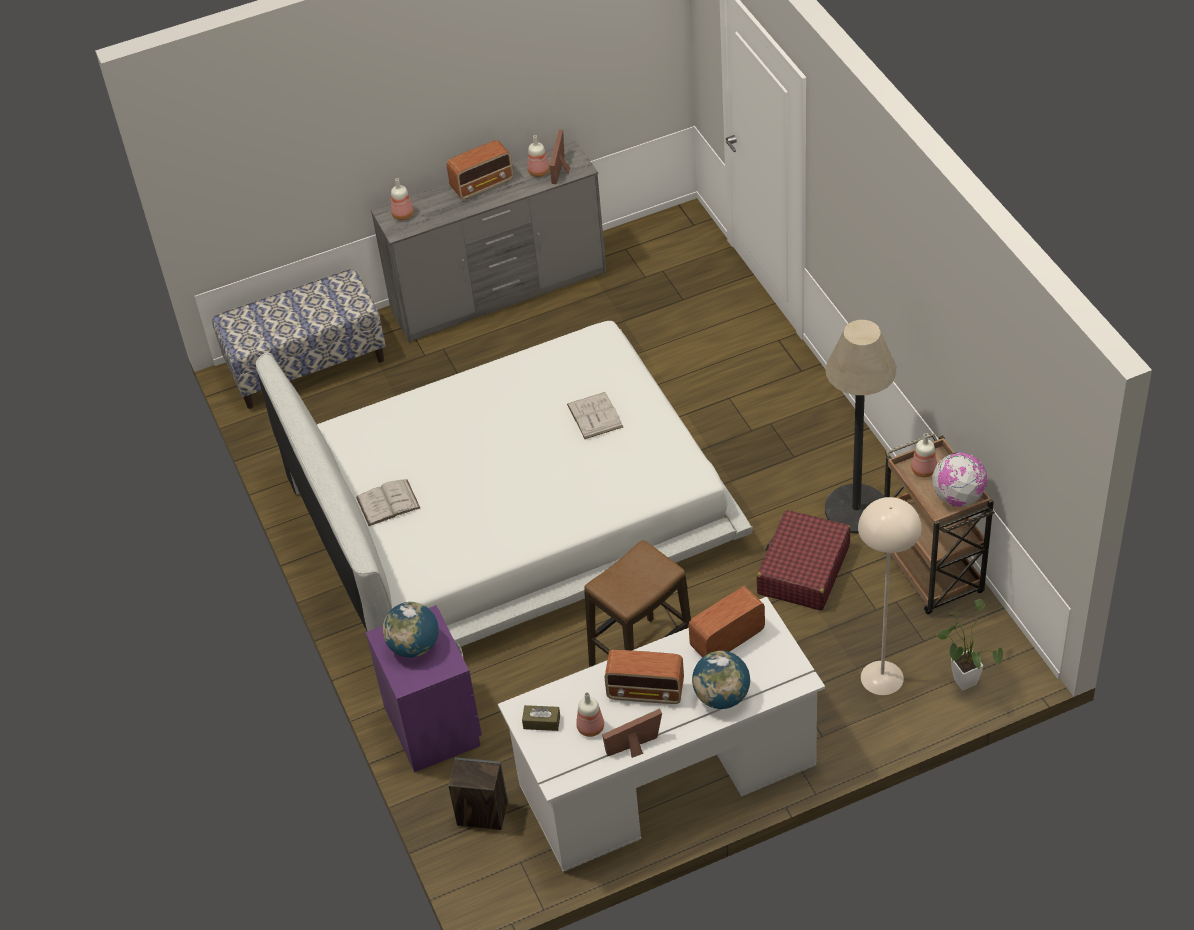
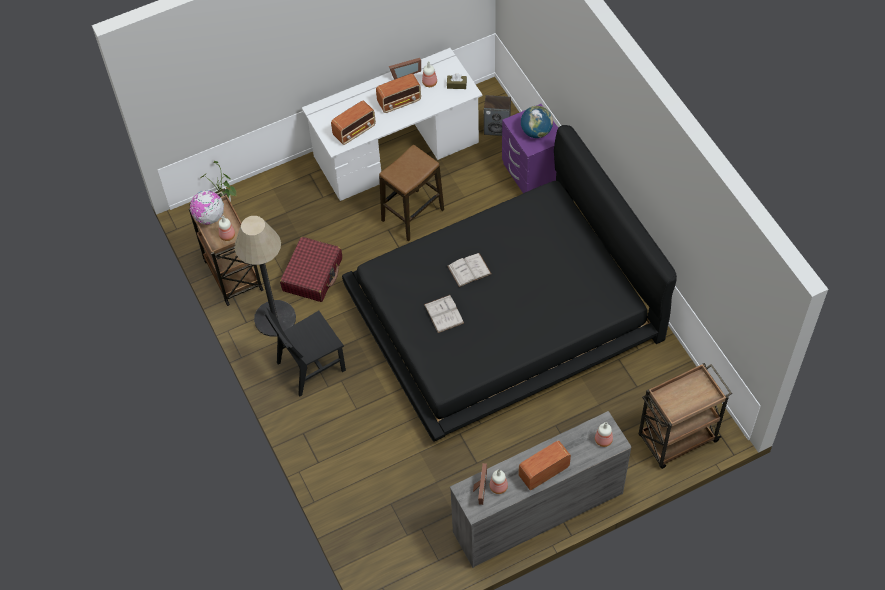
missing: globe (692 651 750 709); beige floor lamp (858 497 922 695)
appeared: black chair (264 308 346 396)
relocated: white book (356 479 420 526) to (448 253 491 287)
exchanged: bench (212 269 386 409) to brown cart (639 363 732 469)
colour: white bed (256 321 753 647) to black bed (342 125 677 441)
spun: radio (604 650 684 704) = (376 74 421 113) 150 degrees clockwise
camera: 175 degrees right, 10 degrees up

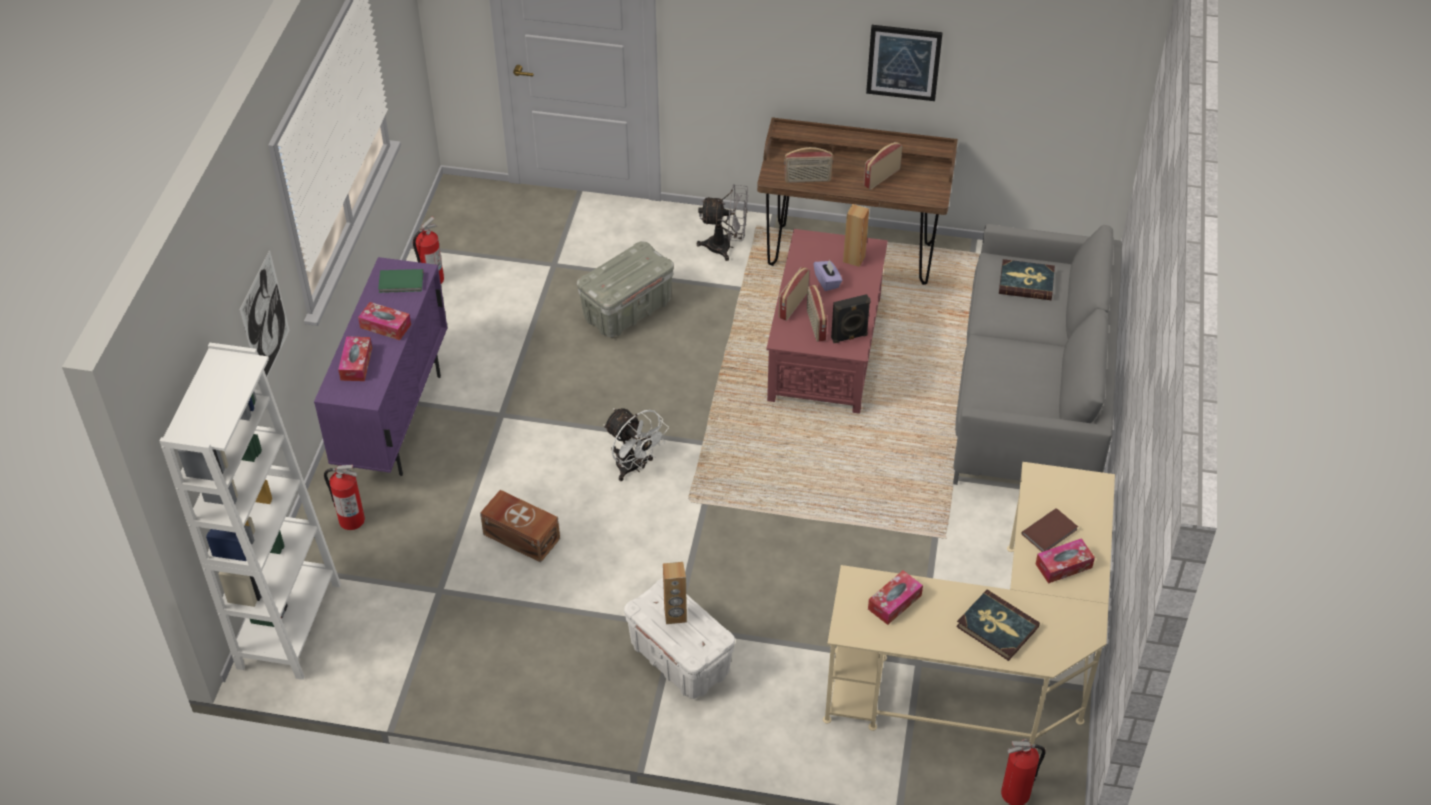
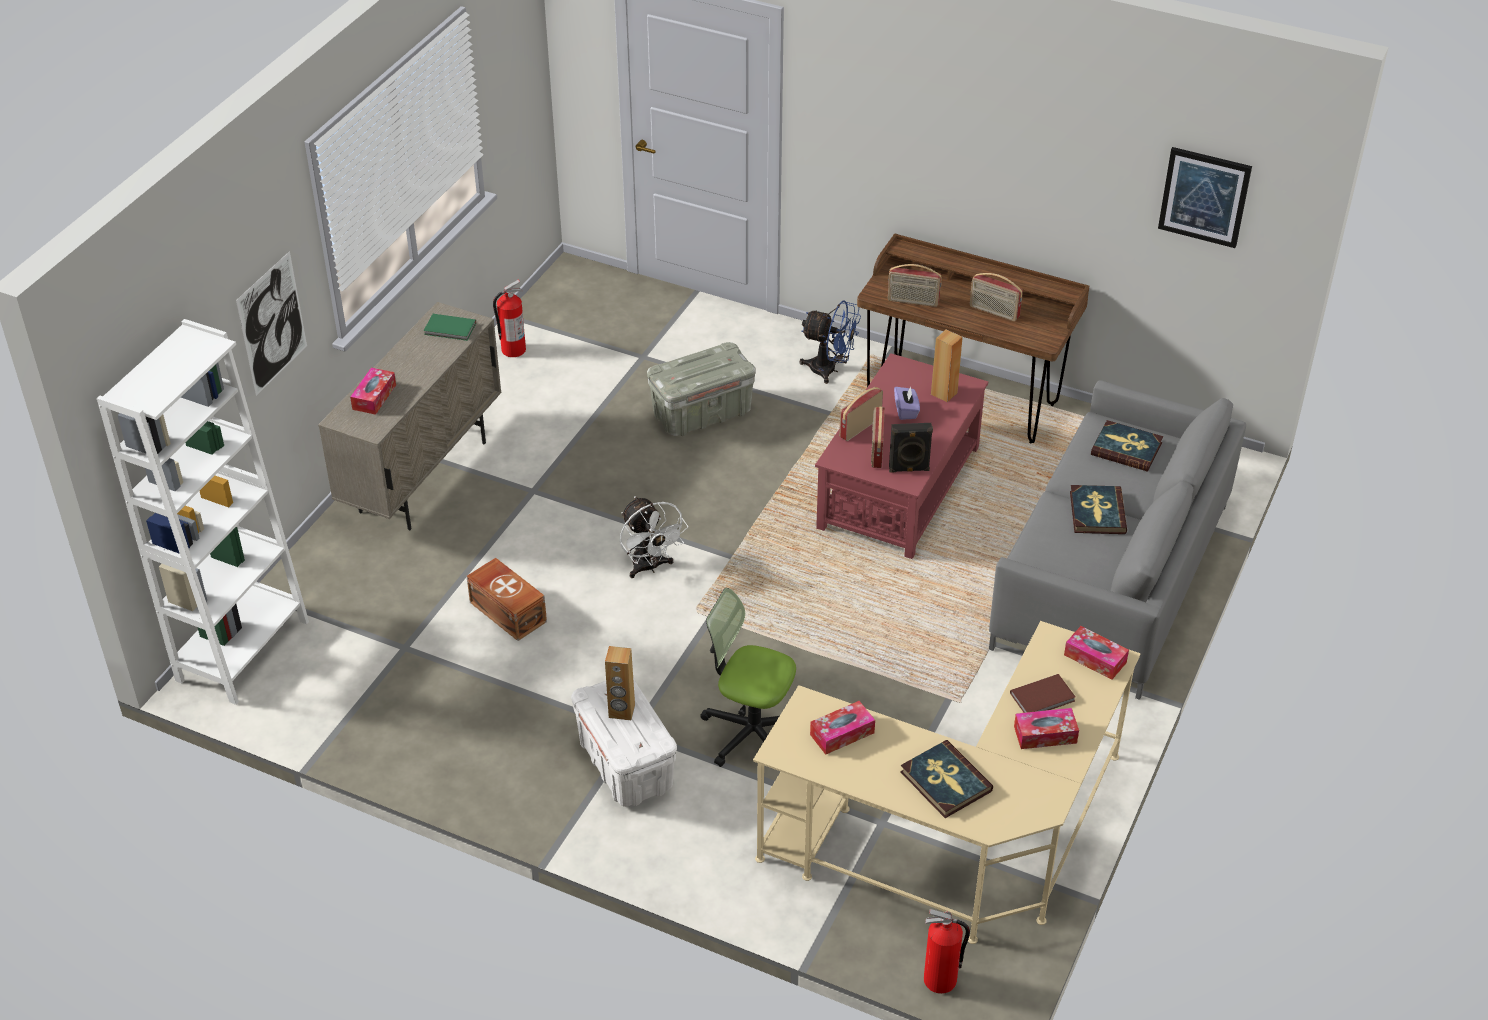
missing: fire extinguisher (324 465 365 530)
appeared: office chair (700 588 796 767); book (1070 485 1127 534)
relocated: tissue box (358 302 411 340) to (1064 626 1129 680); picture (866 25 943 101) to (1158 147 1252 248)
colour: purple cabinet (314 257 447 476) to beige cabinet (318 302 501 530); grey fan (697 184 748 261) to blue fan (799 300 861 384)
spun: radio (863 142 902 190) = (970 273 1023 321) 120 degrees counterclockwise
camera: 15 degrees right, 5 degrees down

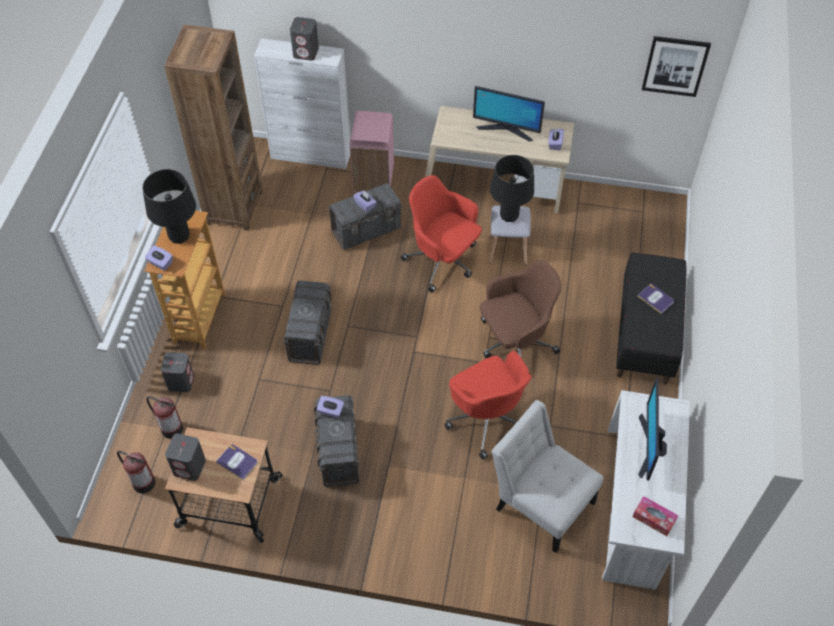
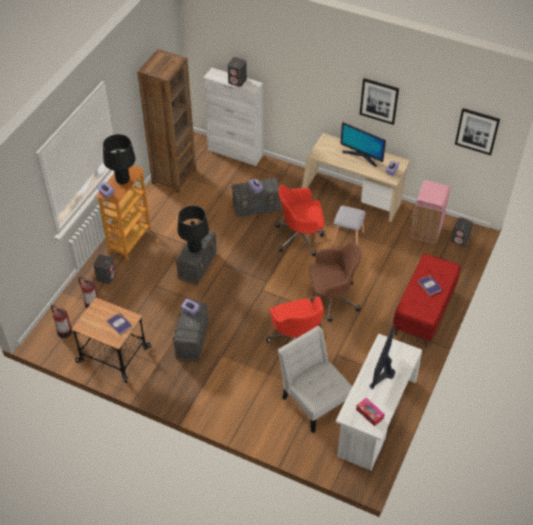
appeared: picture (360 78 399 125)
relocated: black table lamp (490 155 534 222) to (178 205 209 253); pink trash can (350 111 394 193) to (410 180 450 244); grey speaker (165 433 206 481) to (451 217 473 246)
colour: black bench (616 253 687 385) to red bench (393 253 461 347)
spun: red office chair (400 175 482 293) = (276 184 325 256) 60 degrees counterclockwise
camera: 15 degrees right, 5 degrees down

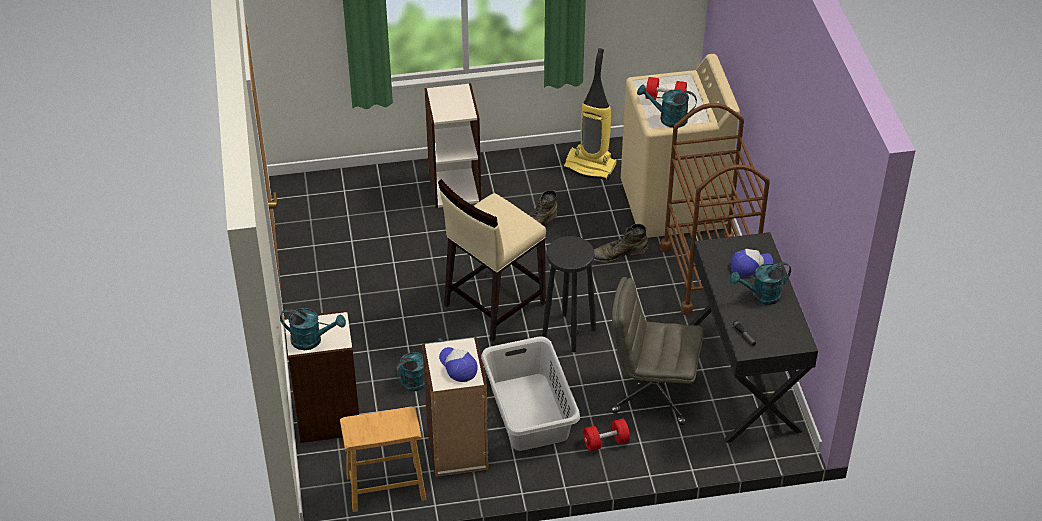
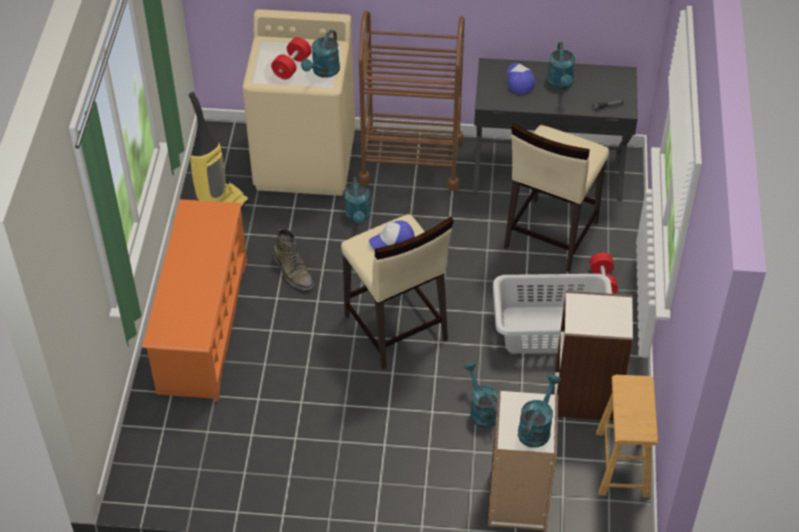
missing: black stool (542 236 596 352)
relocated: cap (439 347 478 382) to (369 220 415 250)
exchanged: bookcase (424 83 481 208) to orange shoe rack (142 199 247 402); green boot (594 224 648 263) to turquoise watering can (344 177 371 223); grey office chair (611 277 703 425) to beige stool (504 123 609 272)
camera: 75 degrees left, 5 degrees up

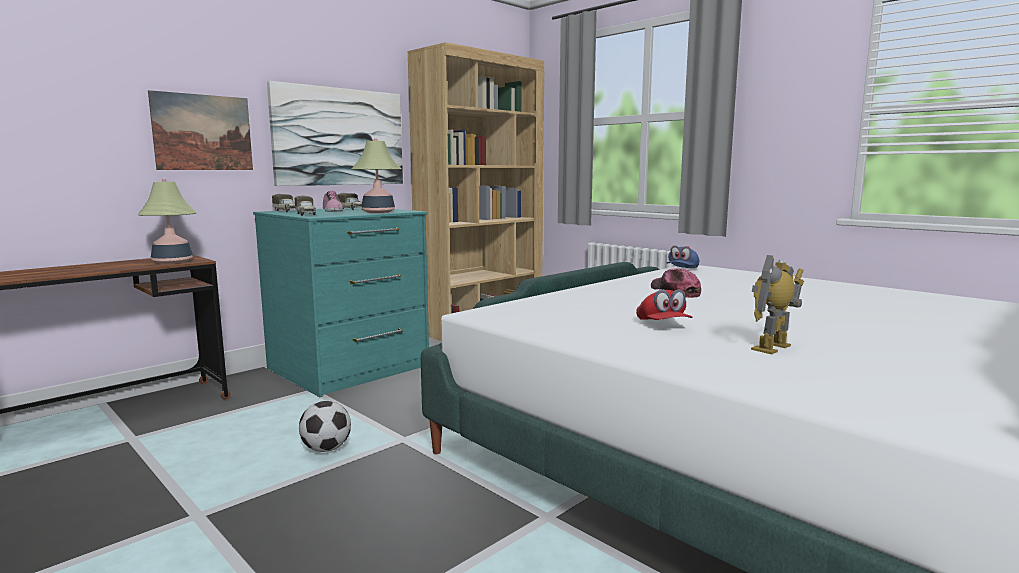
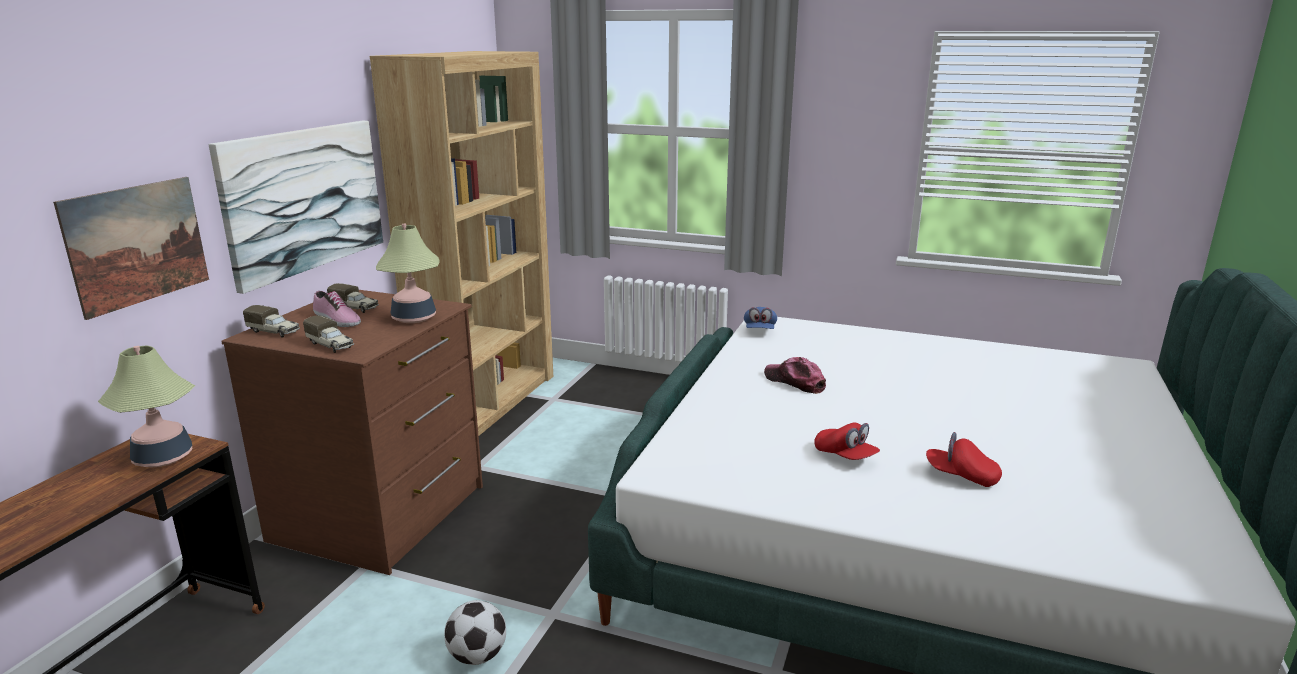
exchanged: toy robot (751 255 804 354) to red cap (926 432 1002 487)
colour: turquoise dresser (253 207 429 397) to brown dresser (221 290 483 575)
camera: 25 degrees left, 10 degrees up

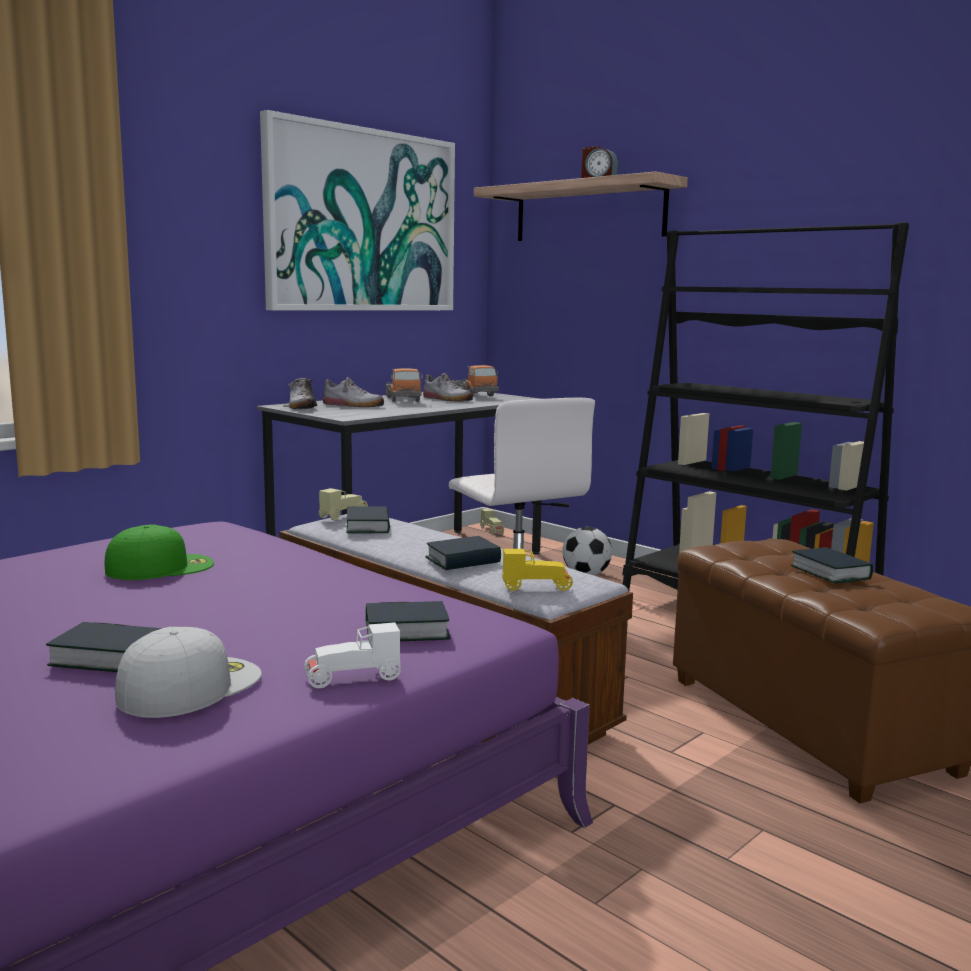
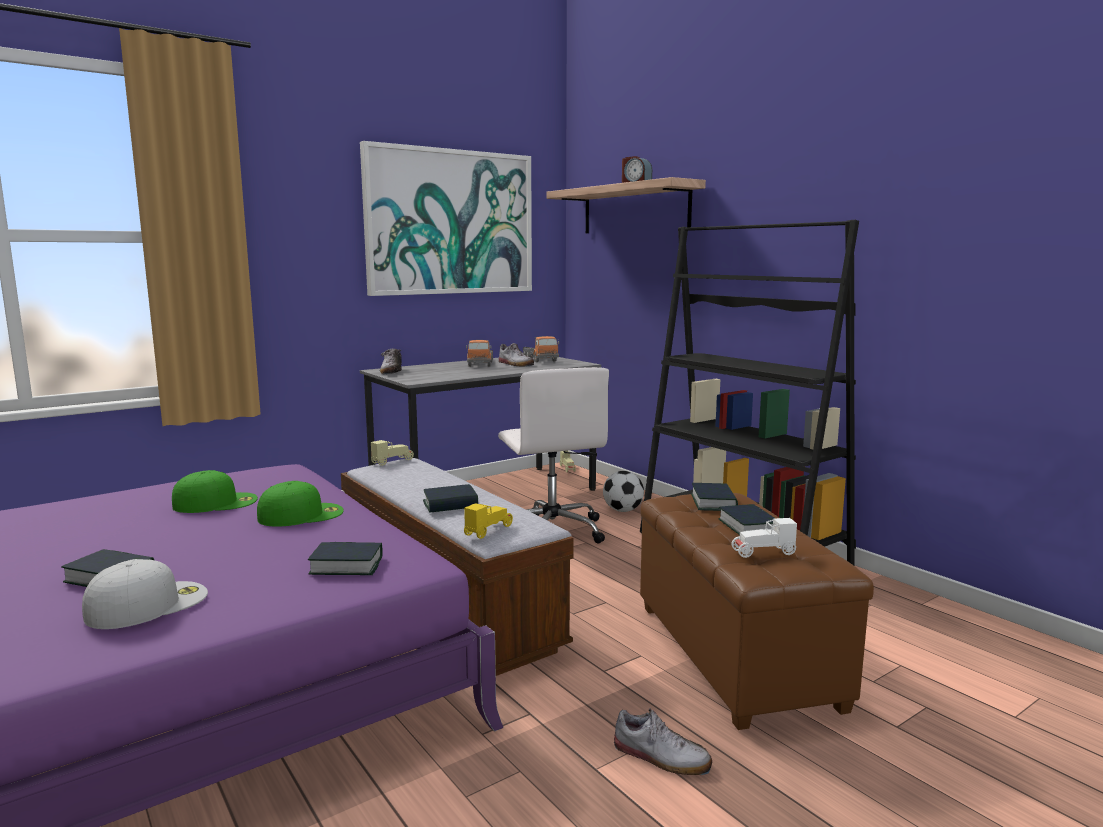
appeared: green cap (257 481 344 527)
relocated: shoe (323 377 384 407) to (614 708 712 775); book (346 506 390 533) to (691 483 738 511); white toy car (304 622 401 688) to (732 518 797 558)
spun: yellow toy car (502 549 573 591) = (464 503 513 539) 60 degrees counterclockwise
camera: 10 degrees right, 0 degrees up

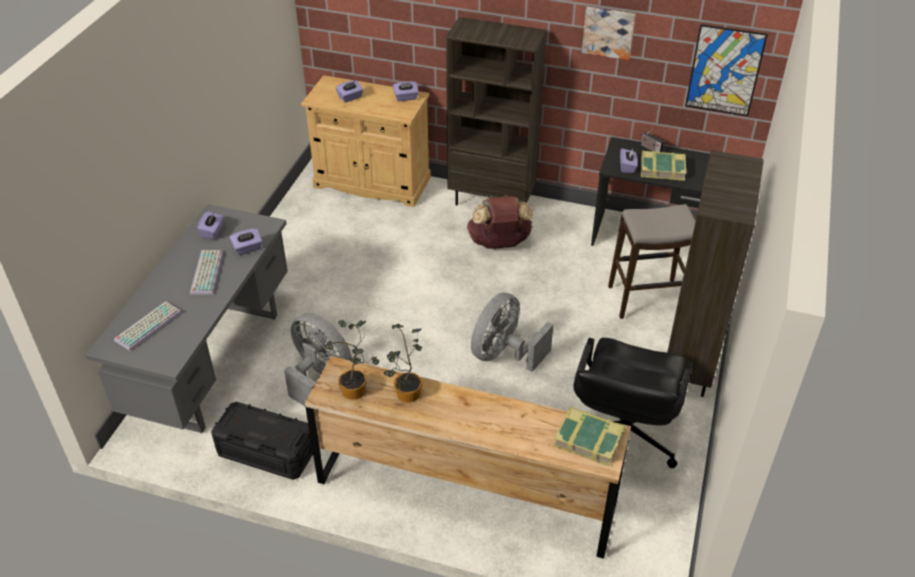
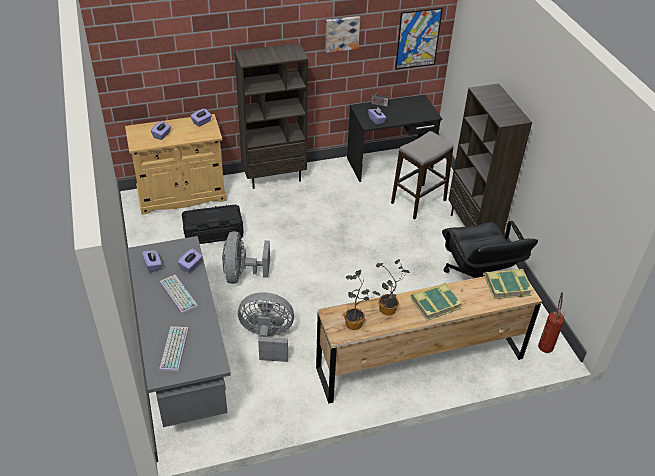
missing: brown backpack (467 195 533 249)
appeared: fire extinguisher (538 292 564 353)
relocated: black storage box (211 402 313 480) to (182 205 244 244); grey fan (471 293 553 372) to (222 231 270 284); book (641 150 686 181) to (411 283 462 321)
camera: 35 degrees left, 0 degrees up

